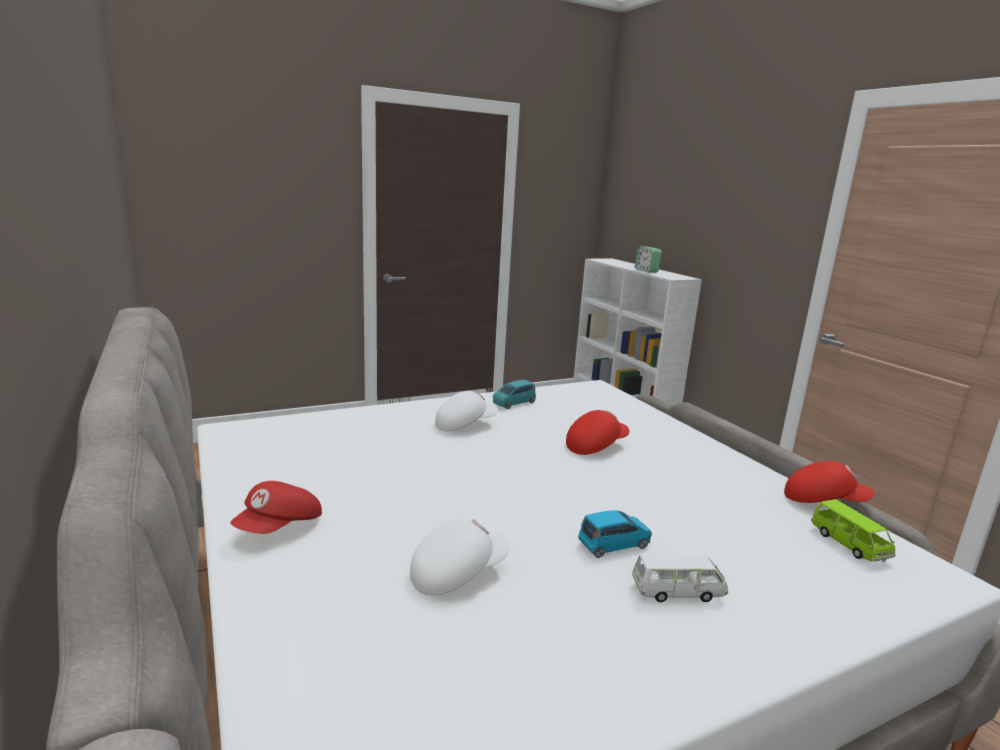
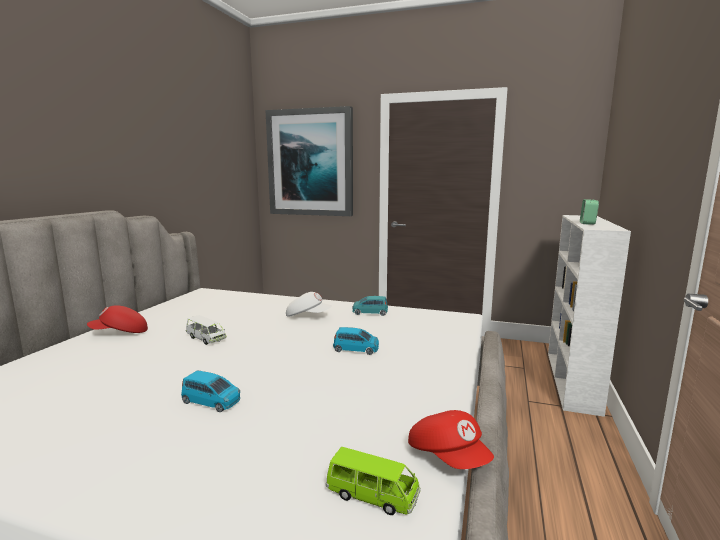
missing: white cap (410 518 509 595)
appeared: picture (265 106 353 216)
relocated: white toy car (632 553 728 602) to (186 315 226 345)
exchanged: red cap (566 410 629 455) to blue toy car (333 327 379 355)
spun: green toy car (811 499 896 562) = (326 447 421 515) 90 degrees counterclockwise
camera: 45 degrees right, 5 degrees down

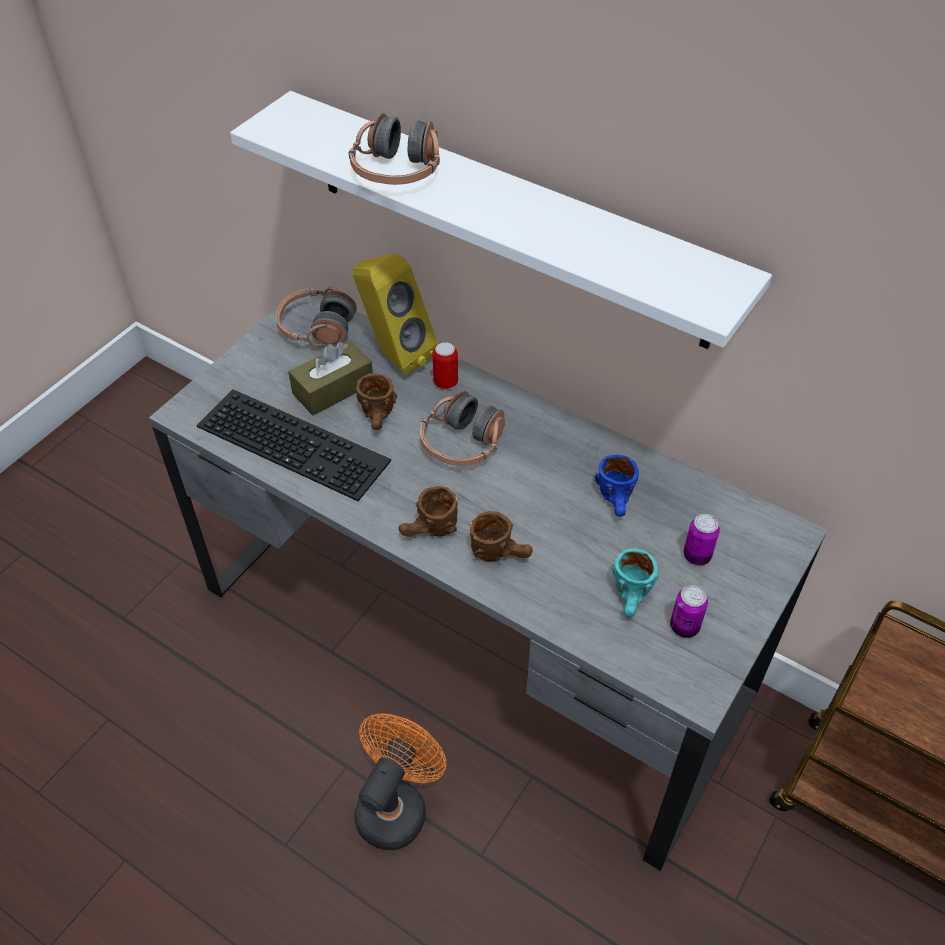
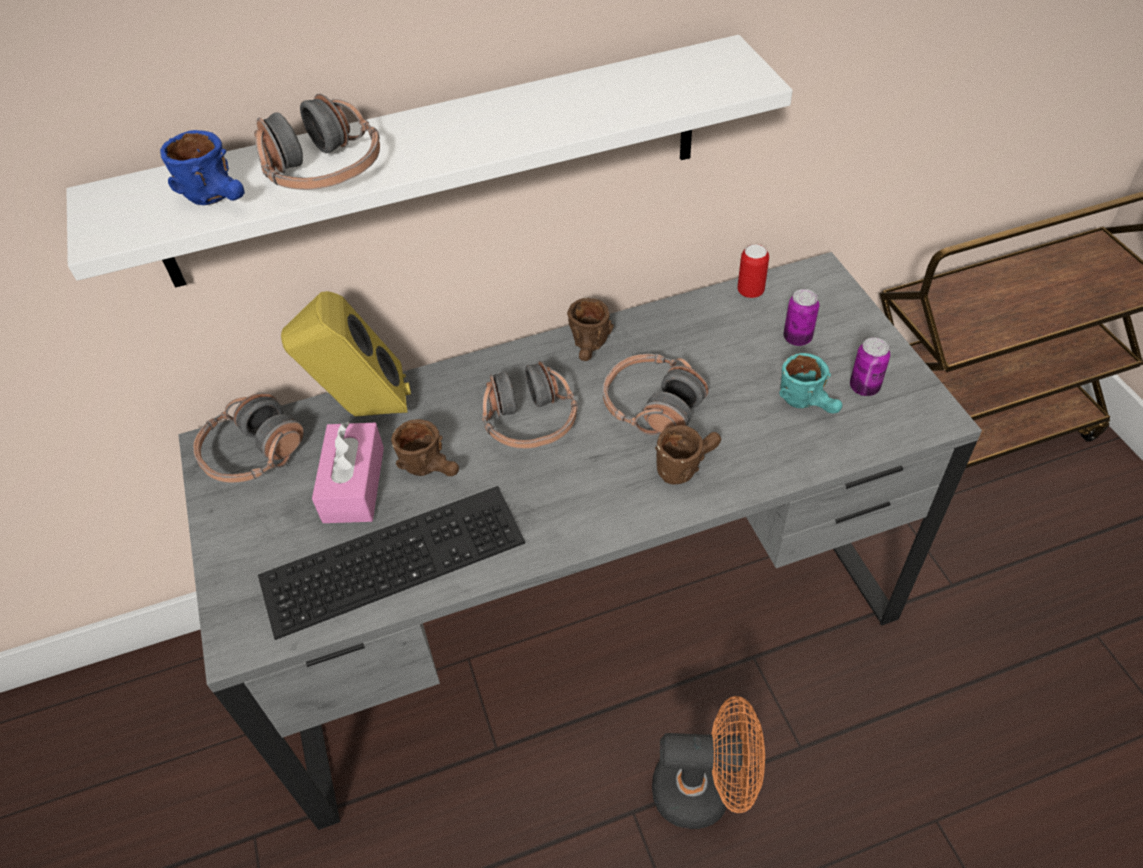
appeared: headphones (603 354 709 435)
relocated: blue mug (595 454 639 517) to (160 130 245 205); brown mug (398 486 458 537) to (567 298 614 361); can (433 342 458 389) to (737 244 769 298)
colour: brown tissue box (288 341 373 415) to pink tissue box (312 422 384 523)
spun: orange fan (354 714 447 850) = (652 696 765 829) 120 degrees clockwise
camera: 50 degrees left, 0 degrees up

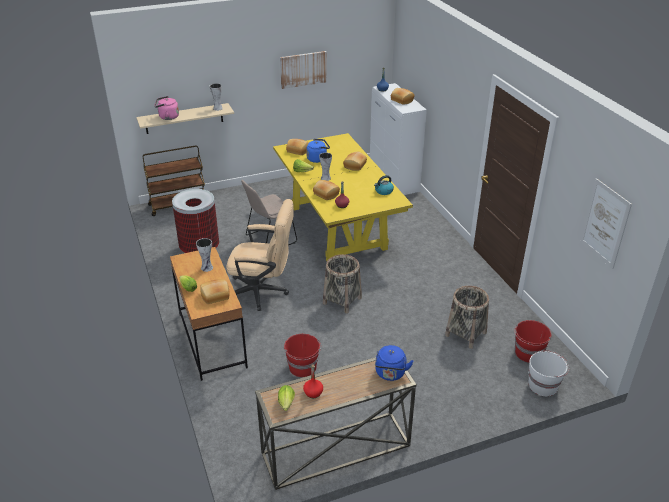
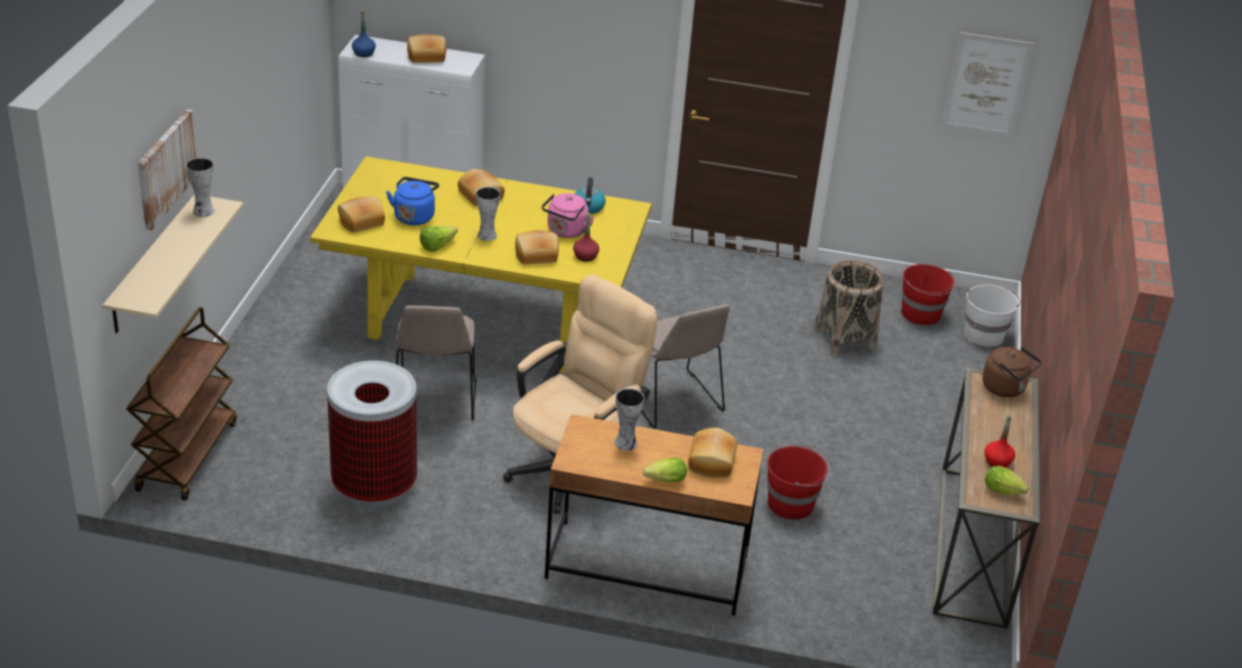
relocated: picture (280 51 327 89) to (138 109 197 230); pink kettle (154 96 179 120) to (542 193 594 238)
exchanged: basket (323 254 362 313) to beige chair (641 304 730 429)
colour: blue kettle (375 345 413 381) to brown kettle (982 347 1042 397)
camera: 60 degrees left, 0 degrees up

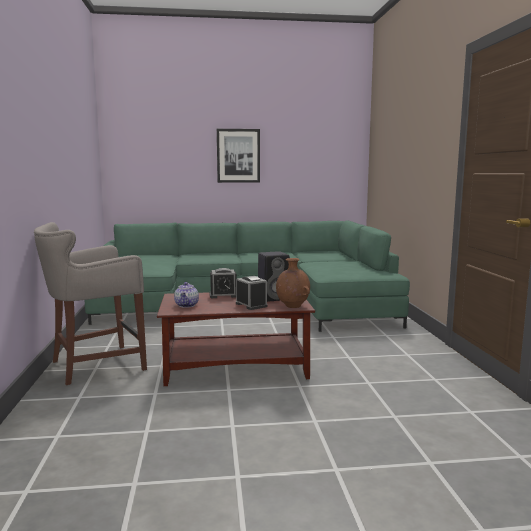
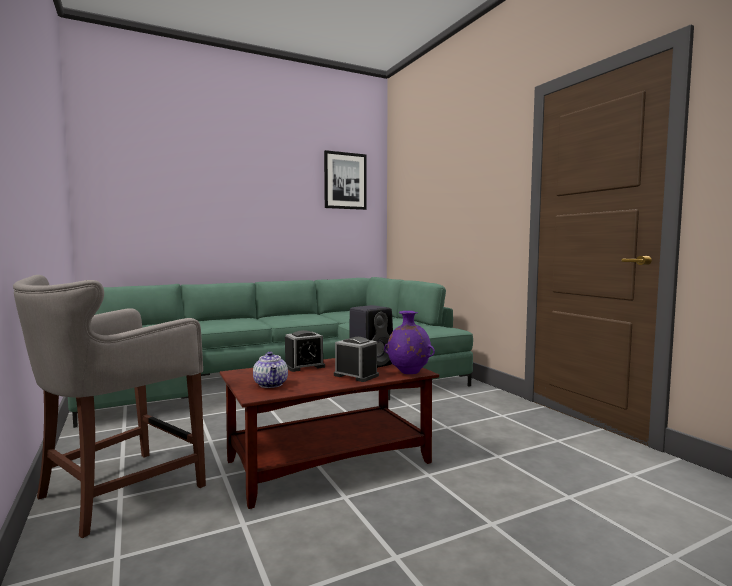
relocated: picture (217 129 260 183) to (324 150 367 210)
colour: brown vase (276 258 310 308) to purple vase (384 311 435 374)
camera: 20 degrees left, 5 degrees down

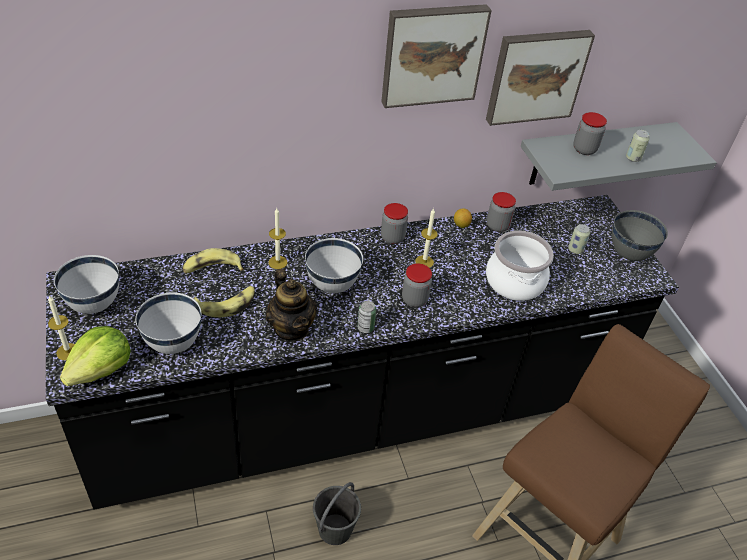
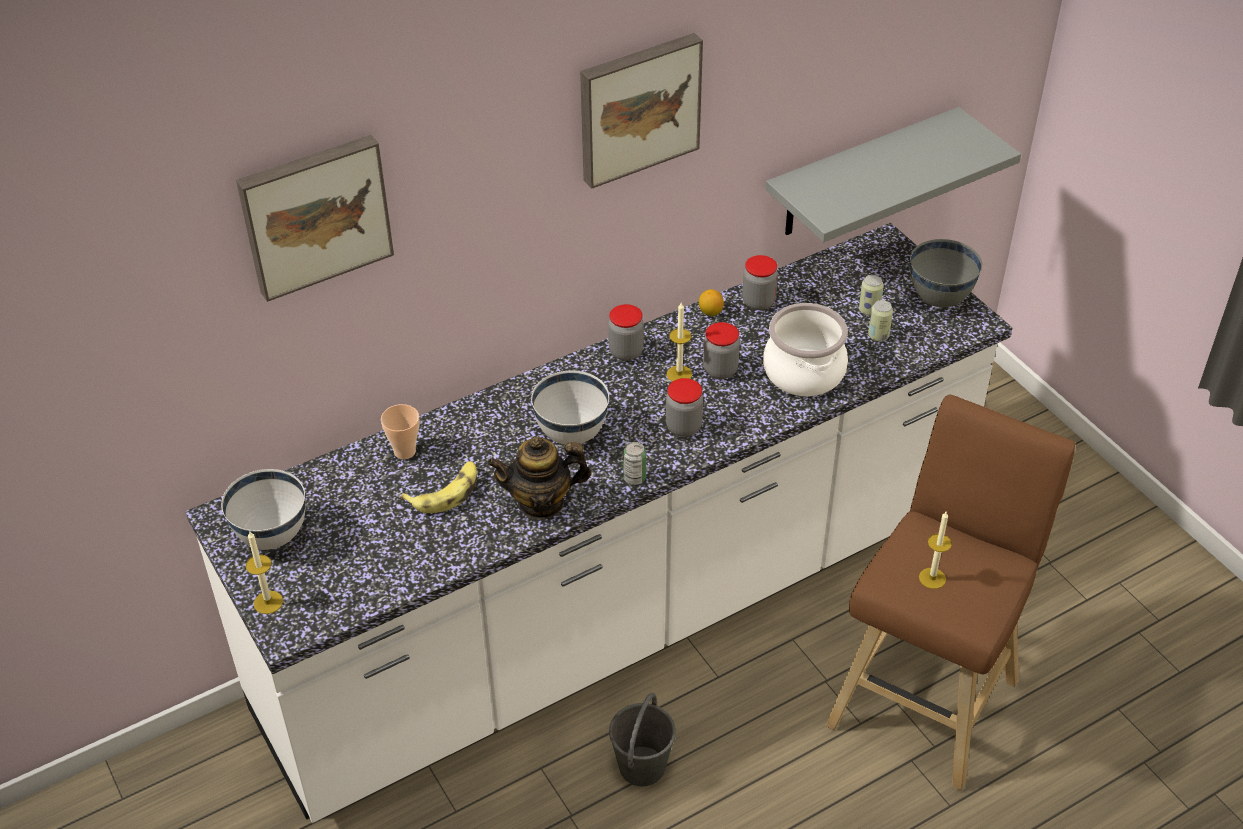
missing: lettuce (60 326 131 387); white bowl (135 292 201 354)
relocated: picture (486 30 595 126) to (236 135 394 302); jar (573 112 607 155) to (703 322 740 379); can (626 130 650 162) to (868 300 893 341); candle (268 208 288 269) to (919 512 952 589)
exchanged: banana (183 248 244 274) to cup (381 404 419 459)
colour: black counter (46 195 679 510) to white counter (186 223 1012 823)
spun: teapot (266 269 317 341) = (487 436 591 519) 120 degrees clockwise
camera: 10 degrees left, 0 degrees up

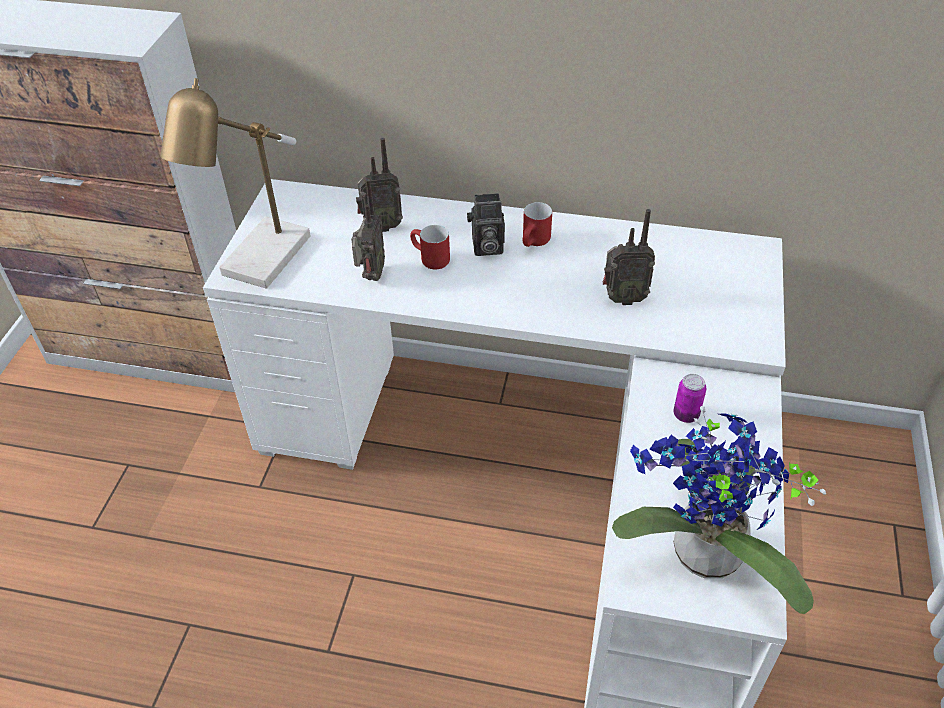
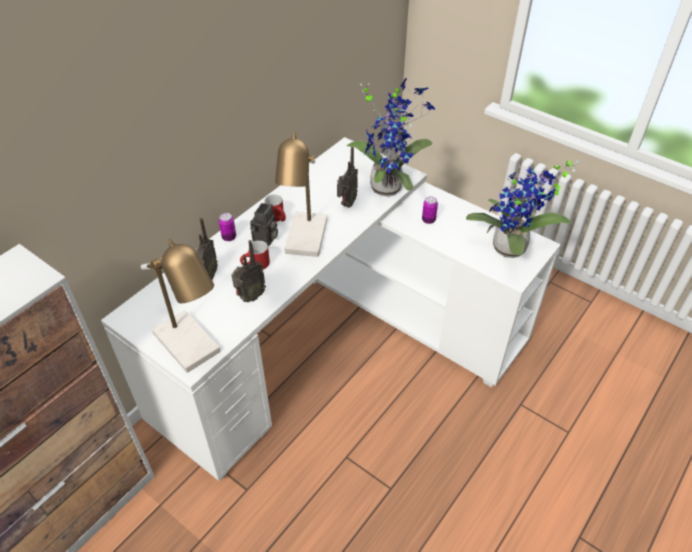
appeared: can (219 213 236 241); table lamp (275 132 327 257); potted plant (347 78 435 197)
spun: radio (351 179 385 281) = (231 240 266 302) 105 degrees clockwise
camera: 65 degrees left, 0 degrees up

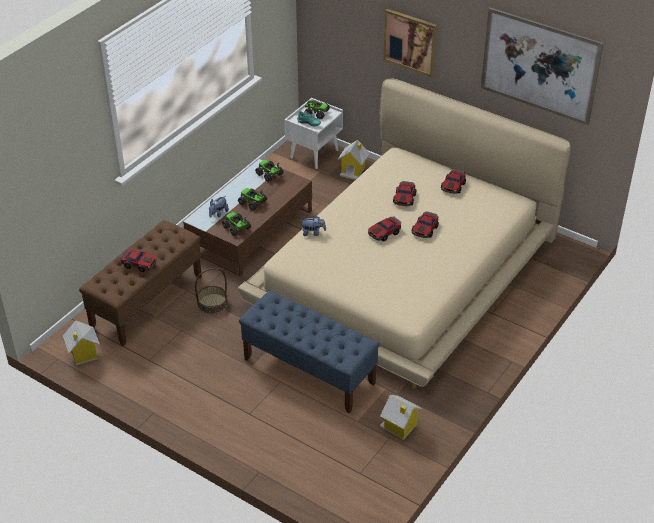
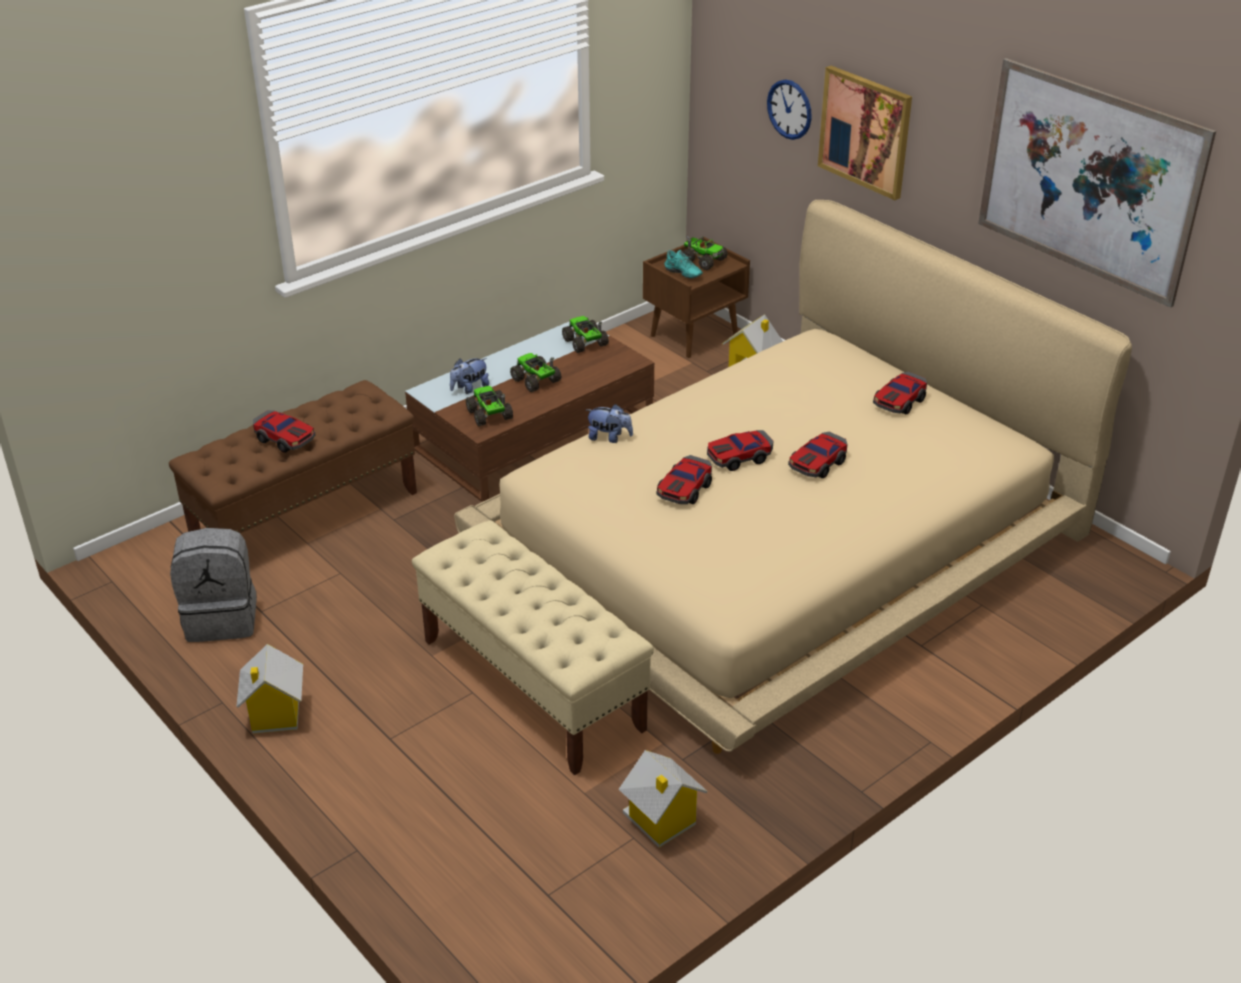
missing: basket (195 268 228 314)
appeared: grey backpack (170 528 257 642); wall clock (767 79 812 140)
relocated: toy house (63 320 100 365) to (236 644 303 734); toy car (393 181 416 206) to (657 455 712 504)
colour: blue bench (239 291 380 413) to beige bench (412 520 654 775); white nightstand (285 98 343 169) to brown nightstand (643 237 750 358)
camera: 15 degrees right, 5 degrees down

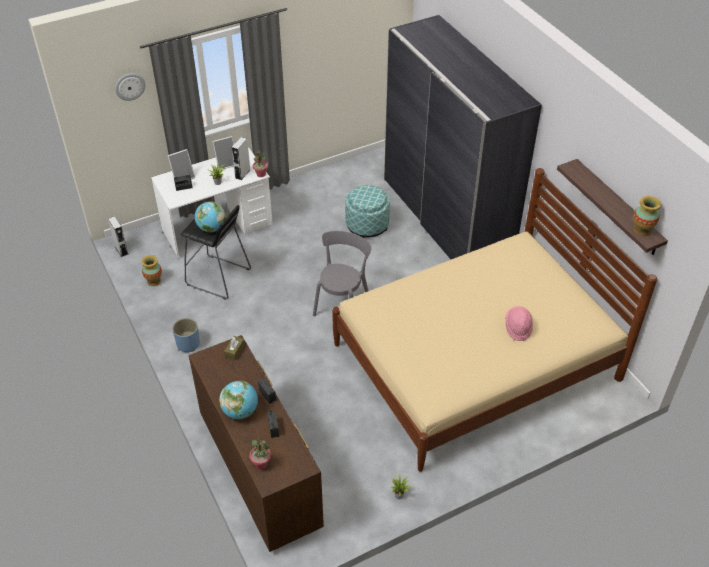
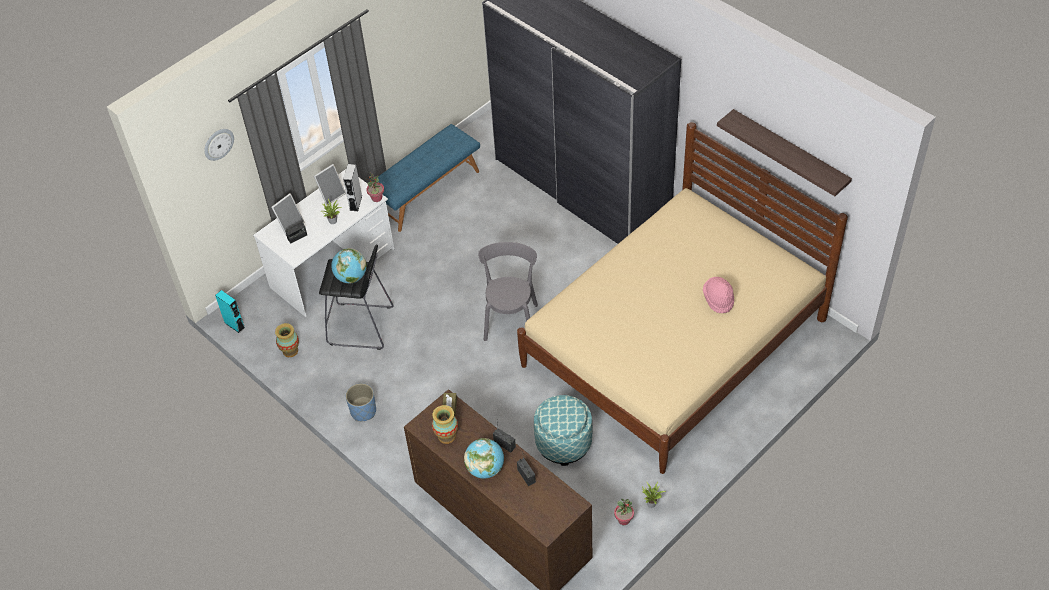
appeared: blue bench (377 124 480 232)
relocated: vase (633 196 661 236) to (432 405 458 444); ottoman (345 185 390 238) to (534 395 592 466); potted plant (250 439 271 469) to (614 499 634 525)
colour: grey speaker (108 216 128 257) to turquoise speaker (215 290 245 333)
camera: 15 degrees left, 5 degrees up

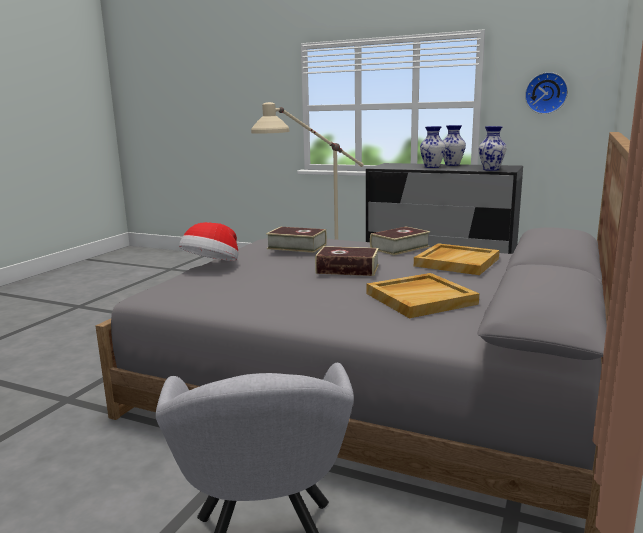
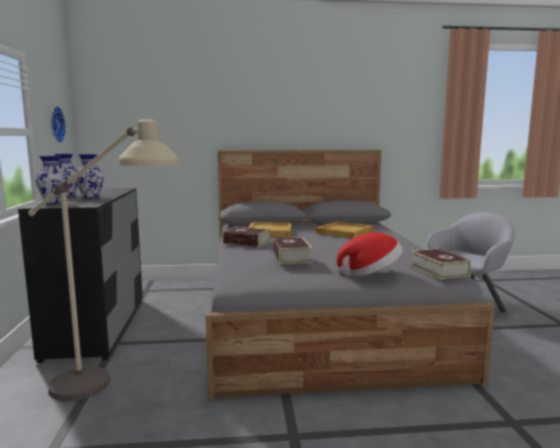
relocated: vase (479 126 507 171) to (35 156 68 204); book (315 246 379 276) to (410 248 471 279)
camera: 120 degrees left, 5 degrees down

